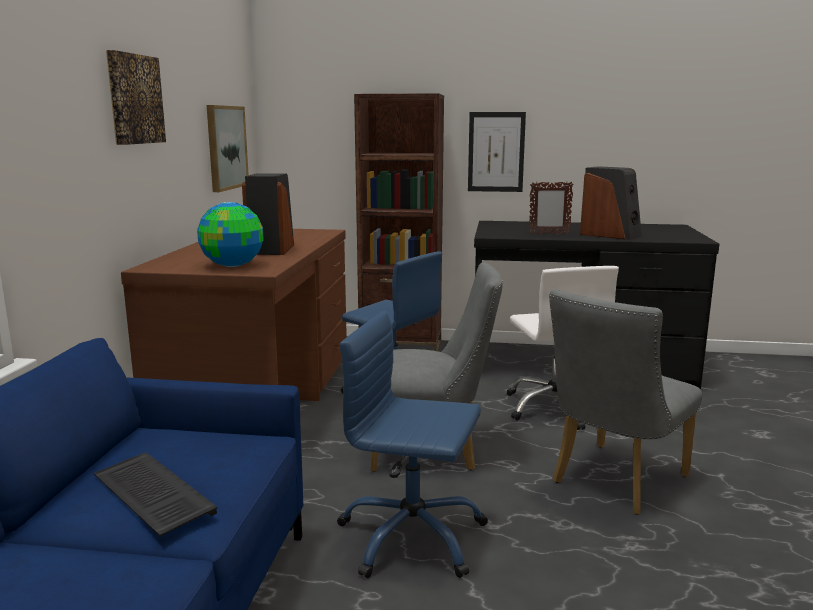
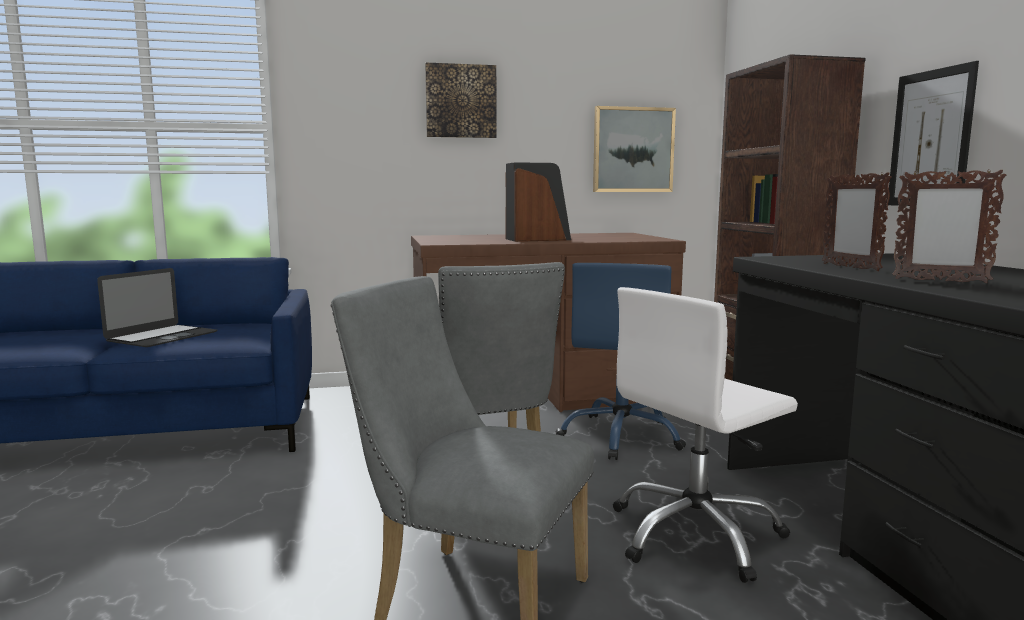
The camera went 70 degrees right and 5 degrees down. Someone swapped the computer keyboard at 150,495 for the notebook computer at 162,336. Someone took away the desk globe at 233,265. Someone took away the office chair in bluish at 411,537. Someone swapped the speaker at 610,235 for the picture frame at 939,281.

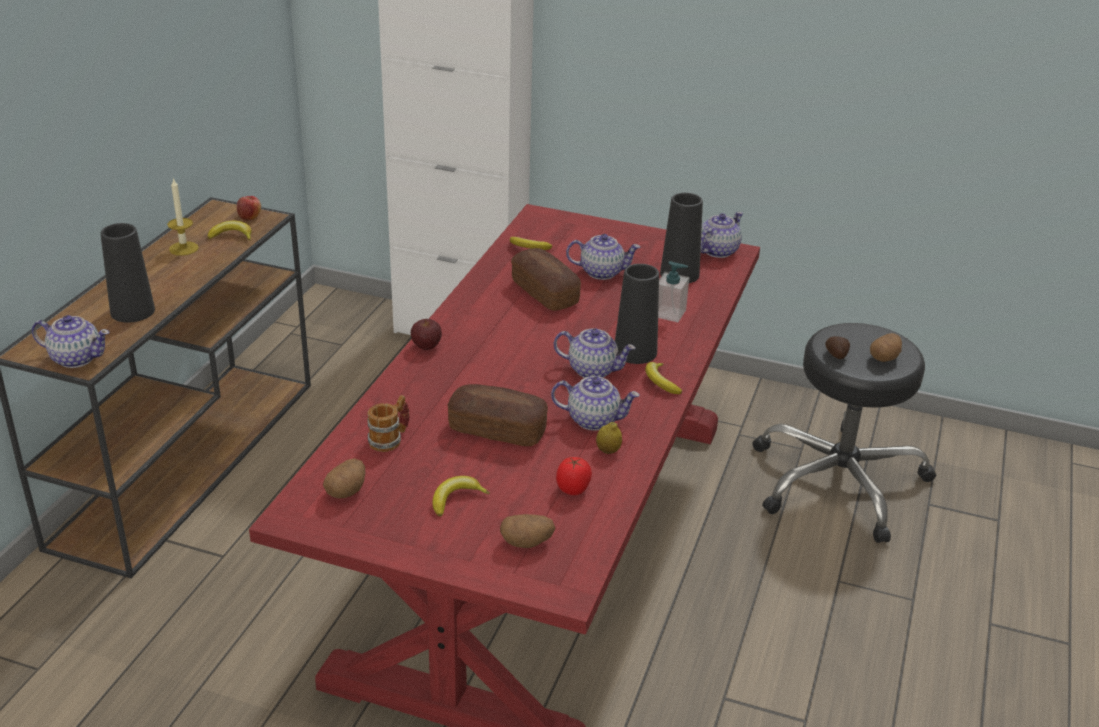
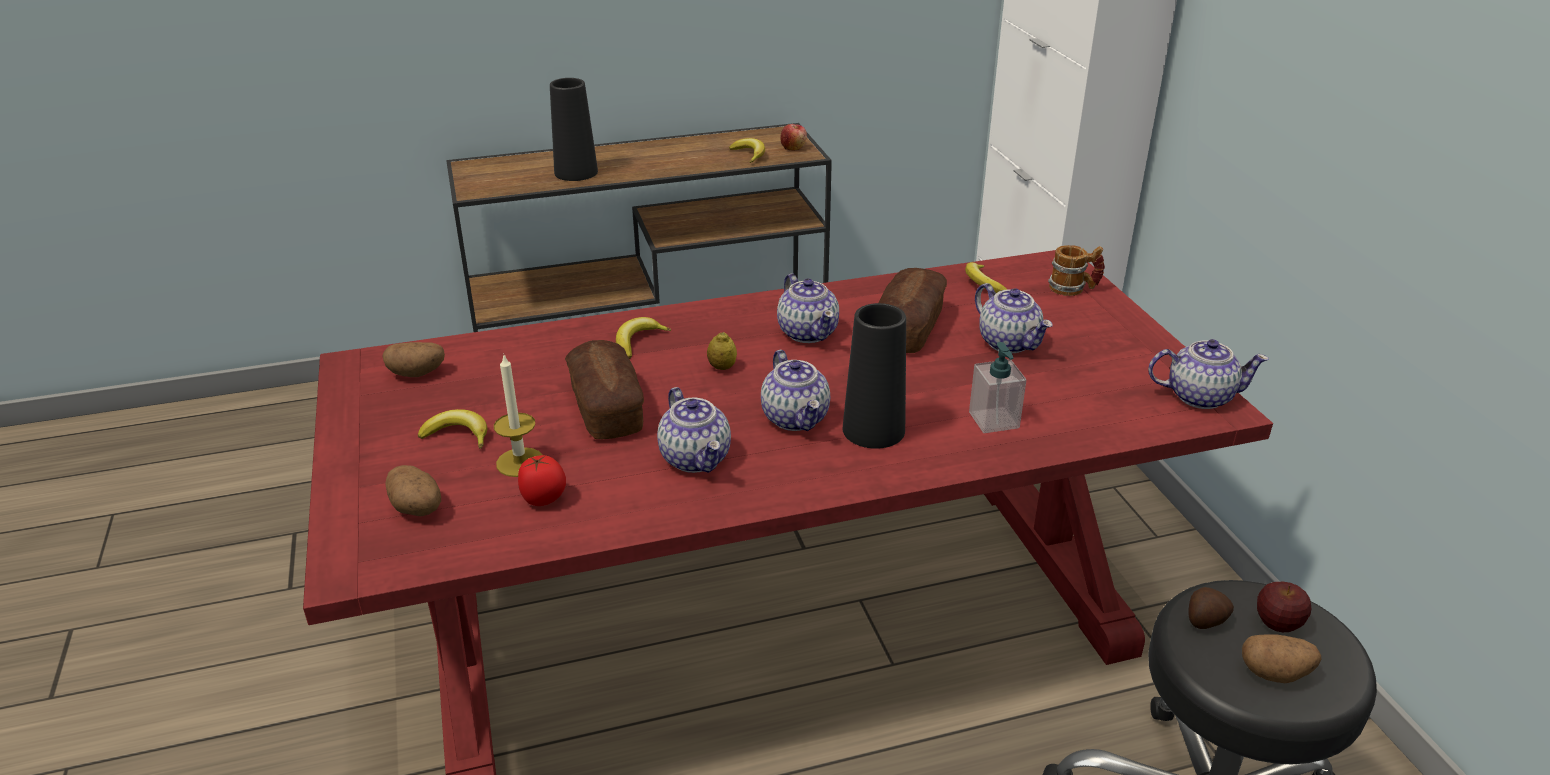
The camera went 55 degrees right and 0 degrees up. Someone carried the teapot from 76,358 to 808,332. Someone carried the candle from 183,248 to 520,462. Someone carried the coffee mug from 390,439 to 1074,289. Someone carried the apple from 426,346 to 1277,624. Someone carried the lemon from 608,451 to 722,367. Someone carried the banana from 660,382 to 638,342. Someone took away the flower vase in blackish at 679,274.

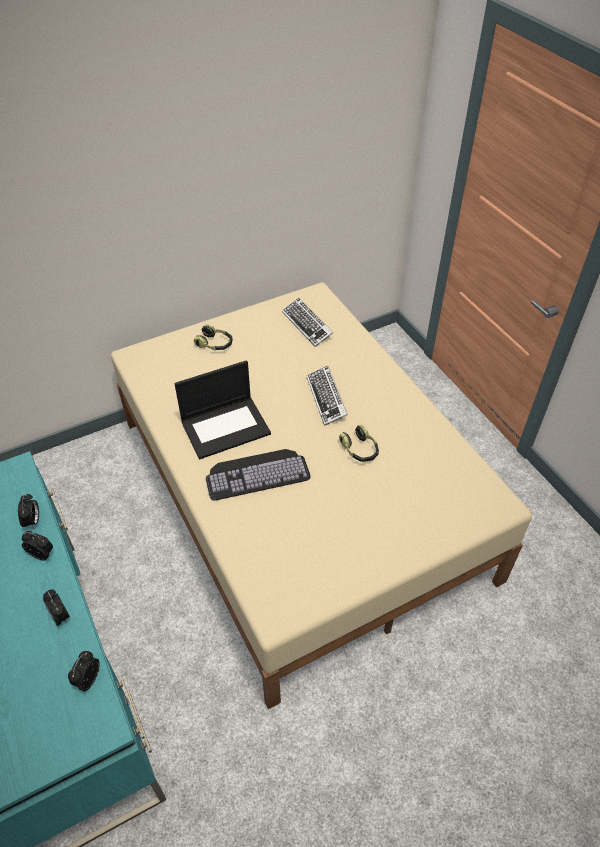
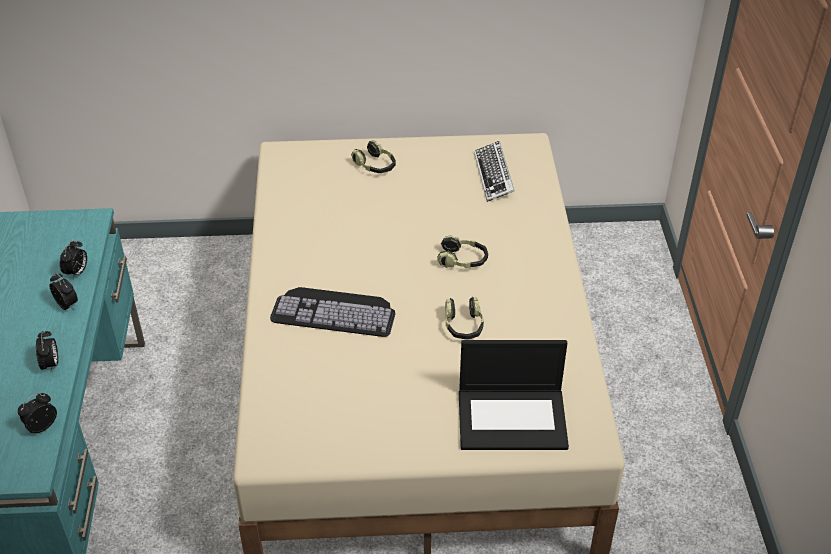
The camera went 25 degrees right and 5 degrees down. Someone carried the notebook computer from 226,426 to 513,418. Someone swapped the computer keyboard at 326,398 for the headset at 463,260.

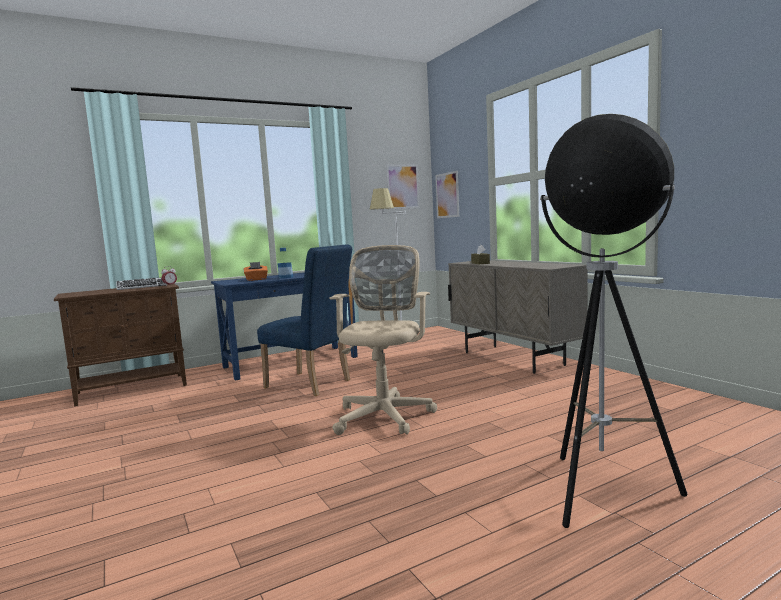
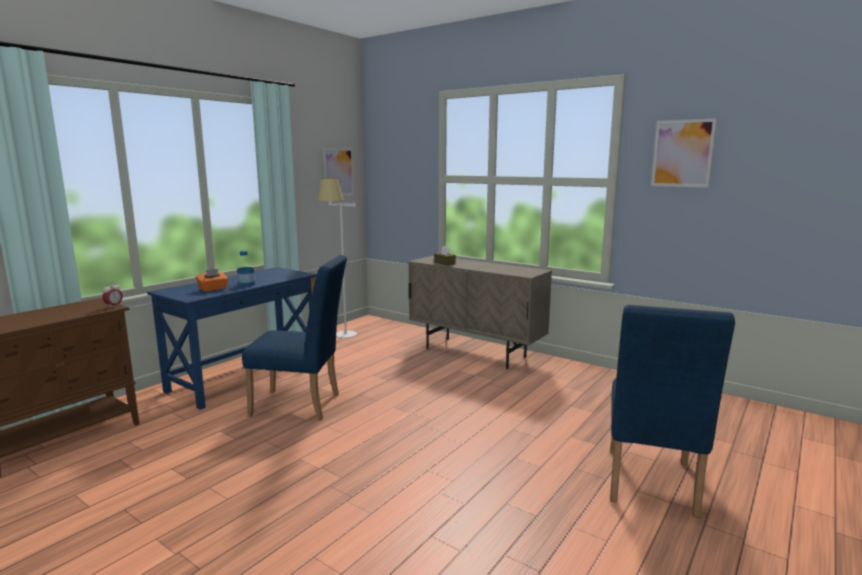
The camera went 25 degrees left and 5 degrees up. Someone took away the computer keyboard at 142,287. Someone took away the office chair in beige at 385,415. Someone carried the wall art from 447,195 to 682,153. Someone swapped the standing lamp at 600,493 for the plain chair in bluish at 650,486.

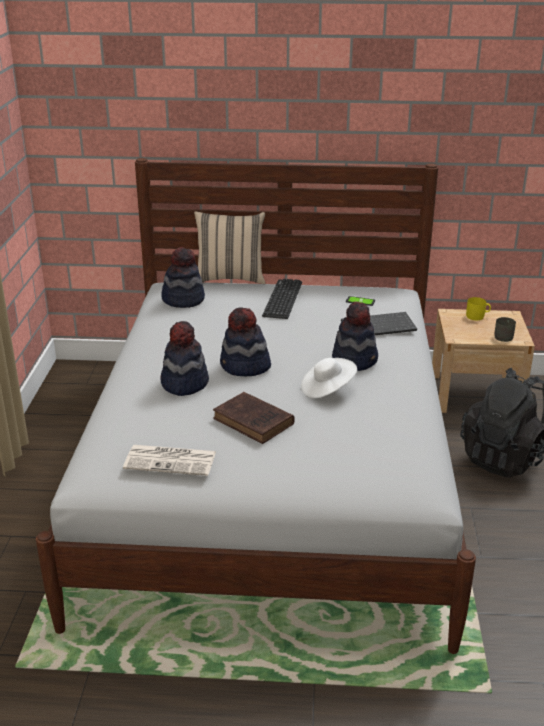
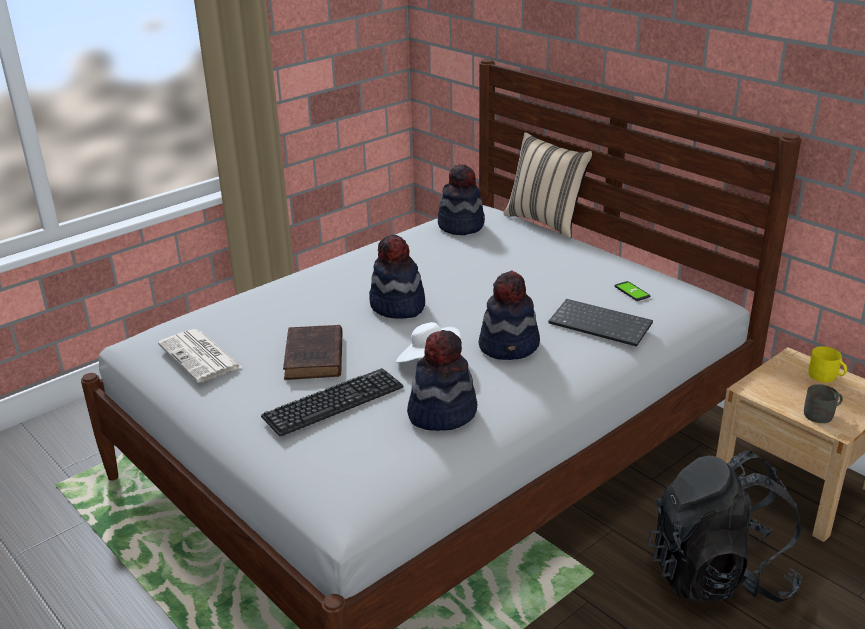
The camera went 45 degrees right and 0 degrees up. Someone carried the wearable hat from 184,383 to 441,412. Someone carried the computer keyboard from 282,299 to 333,402.

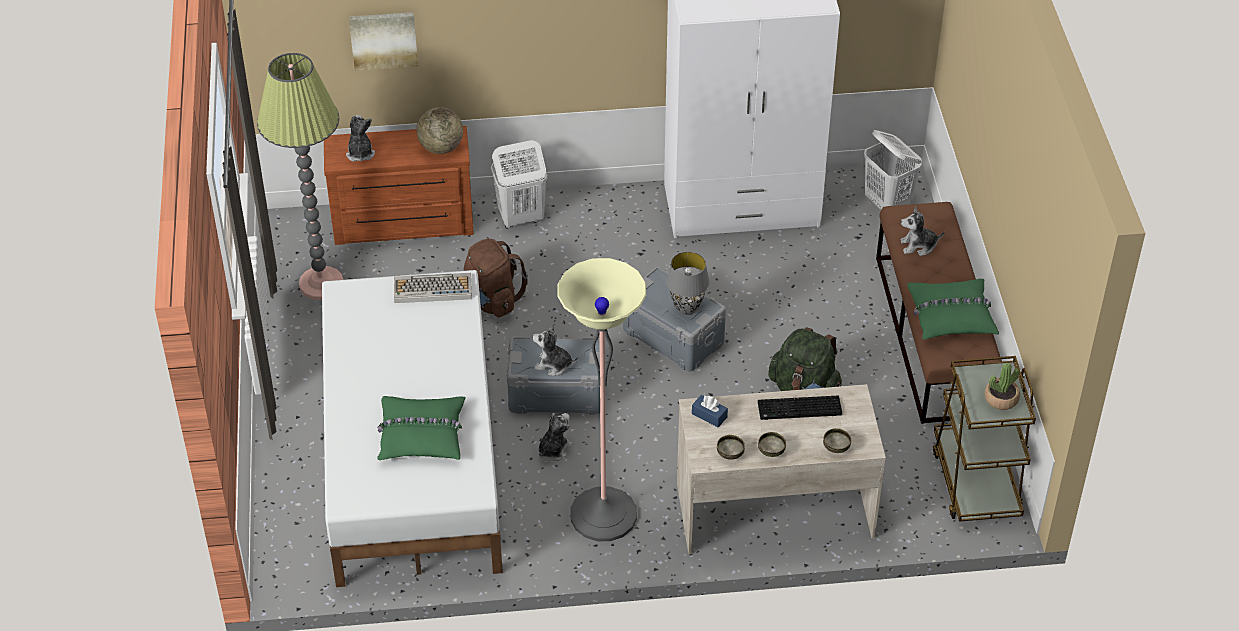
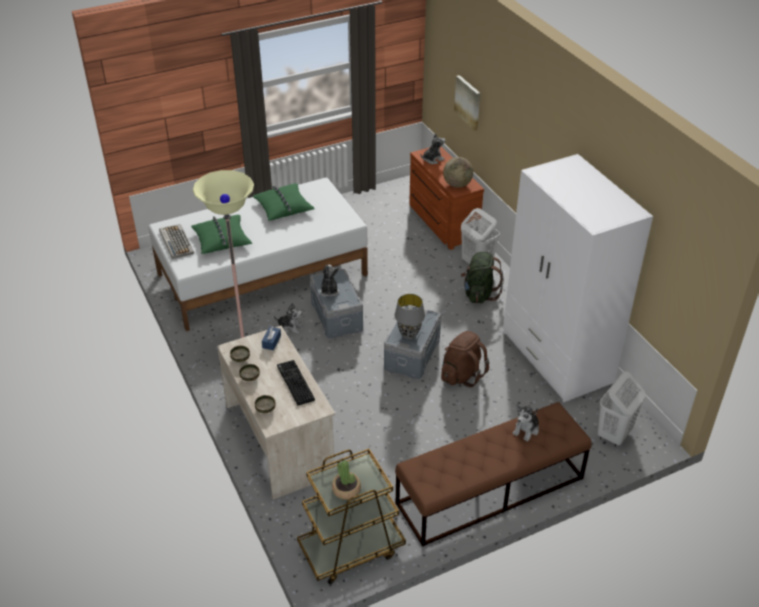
The camera went 70 degrees right and 5 degrees down. Someone took away the standing lamp at 321,284. Someone carried the computer keyboard from 432,289 to 176,242. Someone carried the knapsack in brownish from 492,300 to 462,375. Someone carried the knapsack in green from 805,389 to 479,294. Someone rotated the soft toy at 918,246 by 120 degrees counterclockwise. Someone carried the throw pillow in green from 951,316 to 283,207.

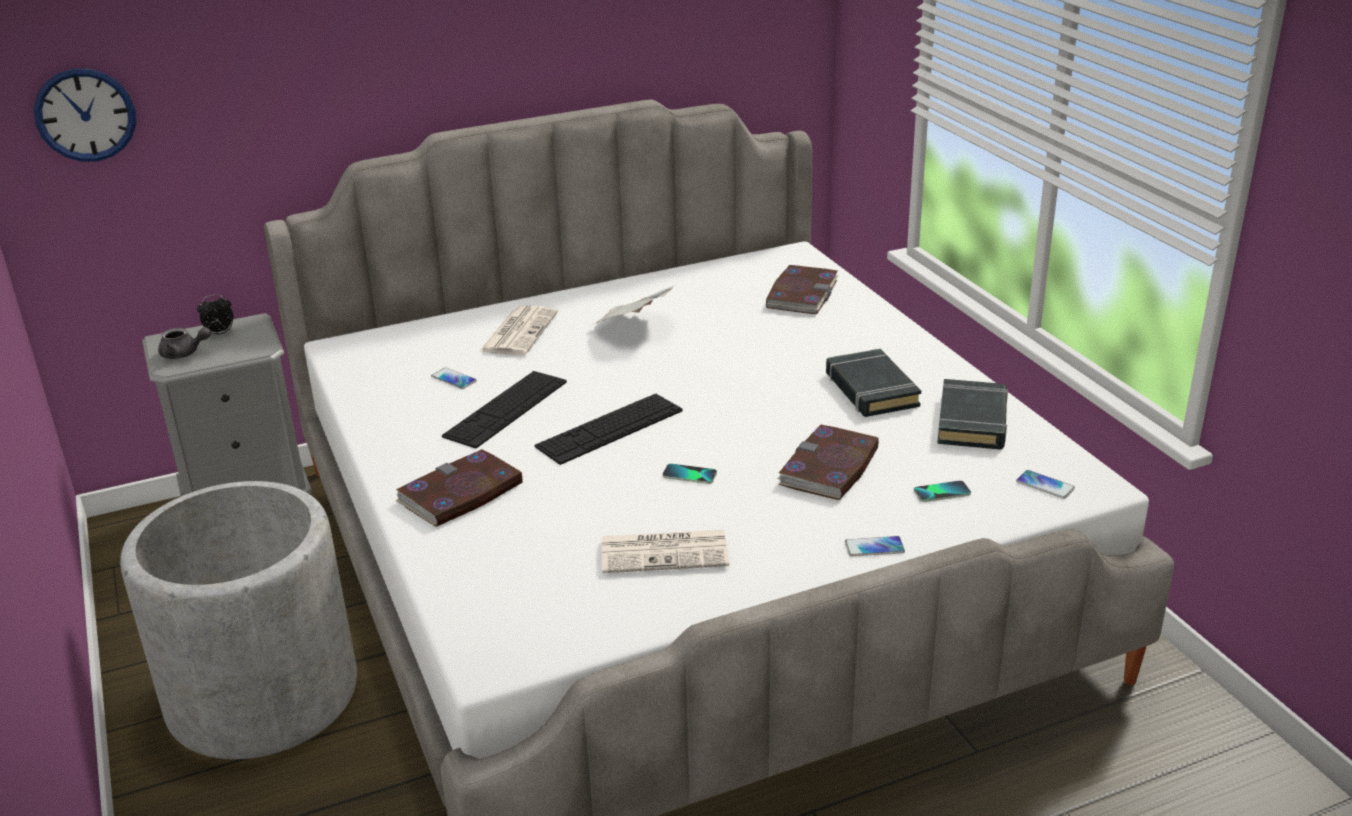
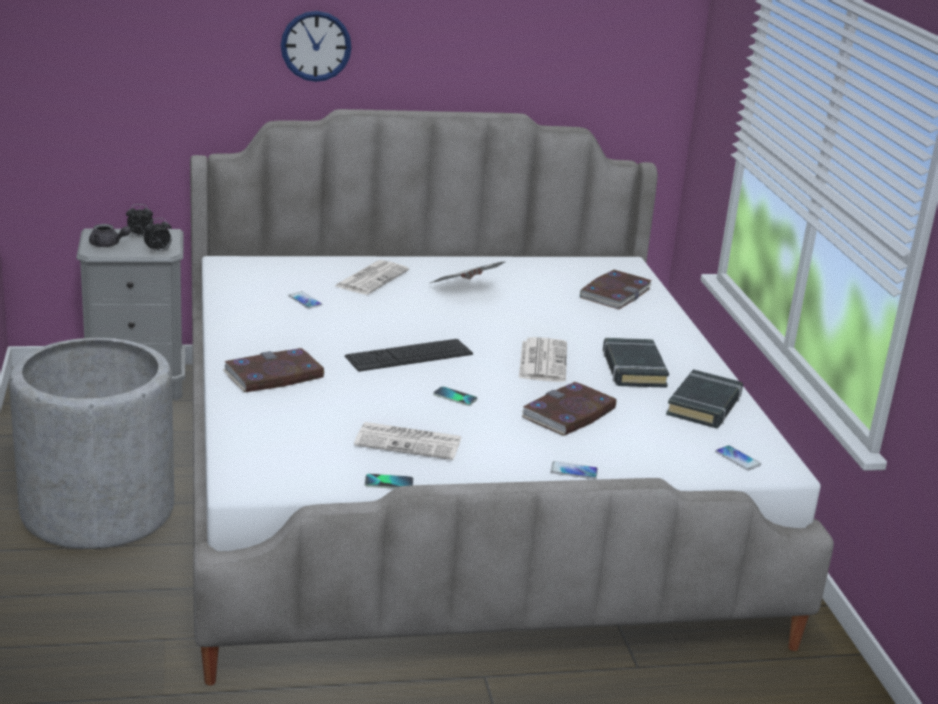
The camera went 10 degrees right and 5 degrees down. Someone carried the wall clock from 85,115 to 316,46. Someone took away the computer keyboard at 506,409. Someone carried the handset from 942,492 to 389,483. Someone put down the table clock at 158,251. Someone put down the daily paper at 542,360.

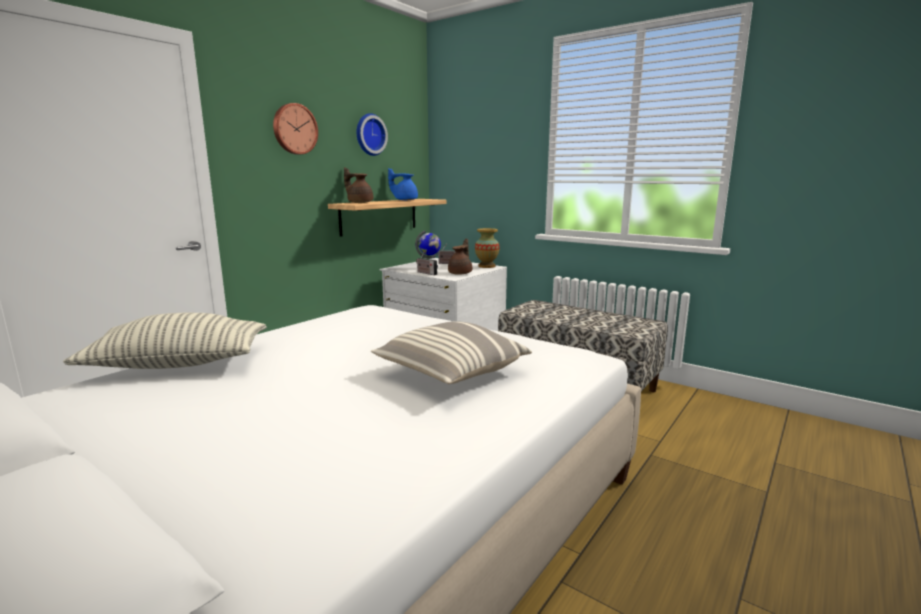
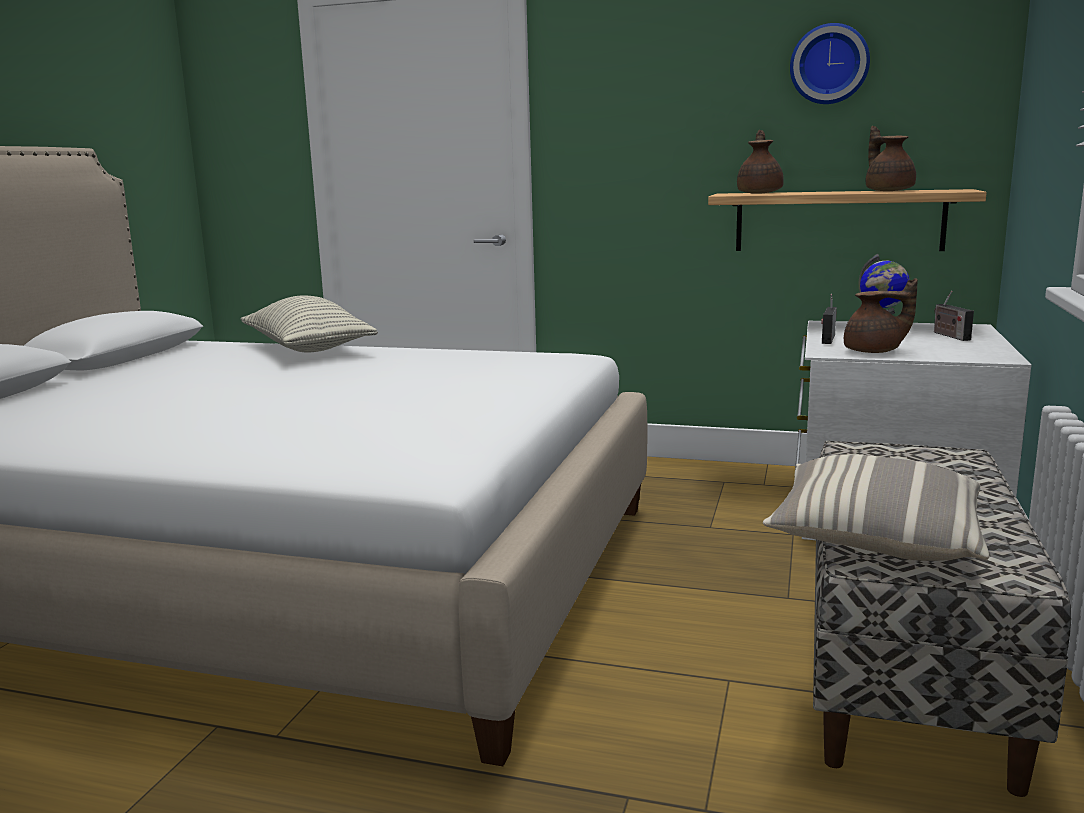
The camera went 70 degrees right and 0 degrees up. Someone took away the wall clock at 294,129. Someone carried the throw pillow from 451,372 to 875,540. Someone repainted the teapot in bluish at 405,200, which became the teapot in brownish at 888,191. Someone took away the flower vase at 487,266.

